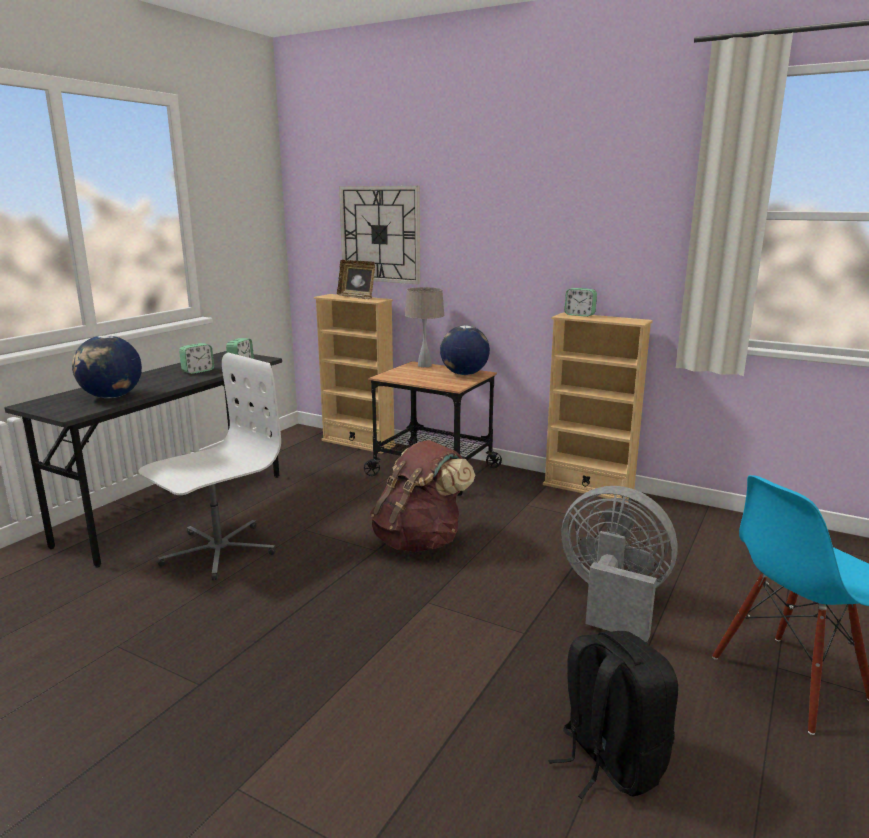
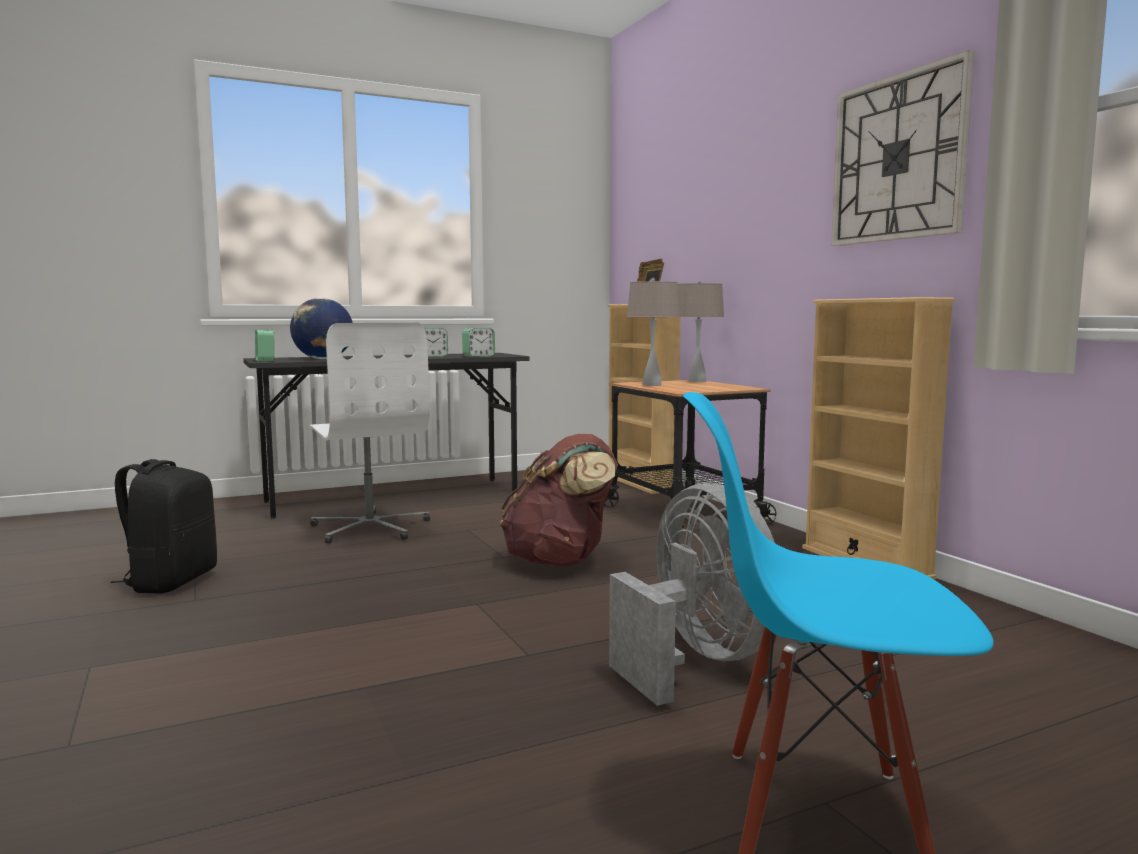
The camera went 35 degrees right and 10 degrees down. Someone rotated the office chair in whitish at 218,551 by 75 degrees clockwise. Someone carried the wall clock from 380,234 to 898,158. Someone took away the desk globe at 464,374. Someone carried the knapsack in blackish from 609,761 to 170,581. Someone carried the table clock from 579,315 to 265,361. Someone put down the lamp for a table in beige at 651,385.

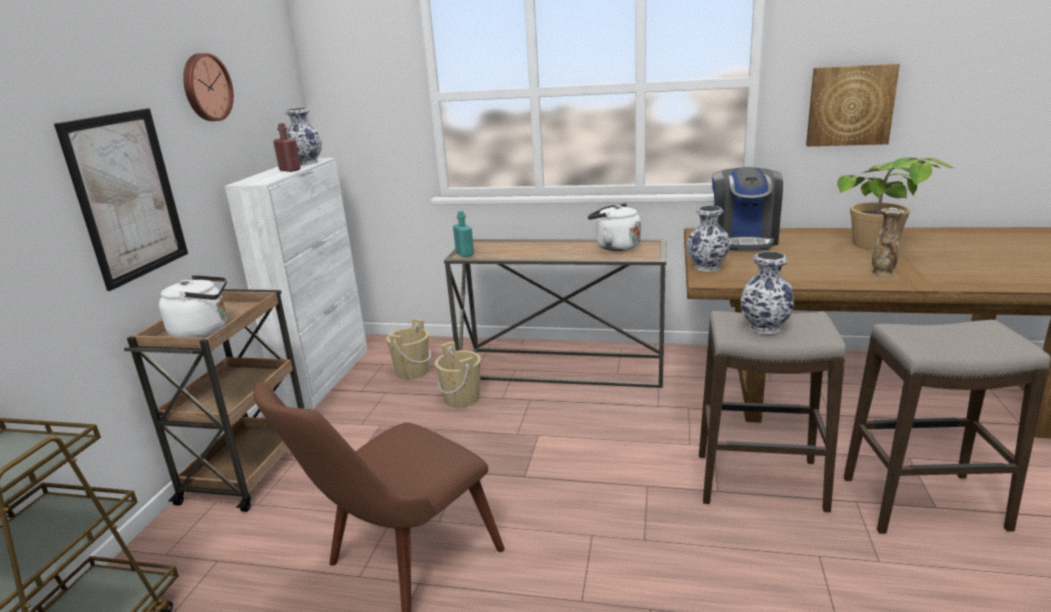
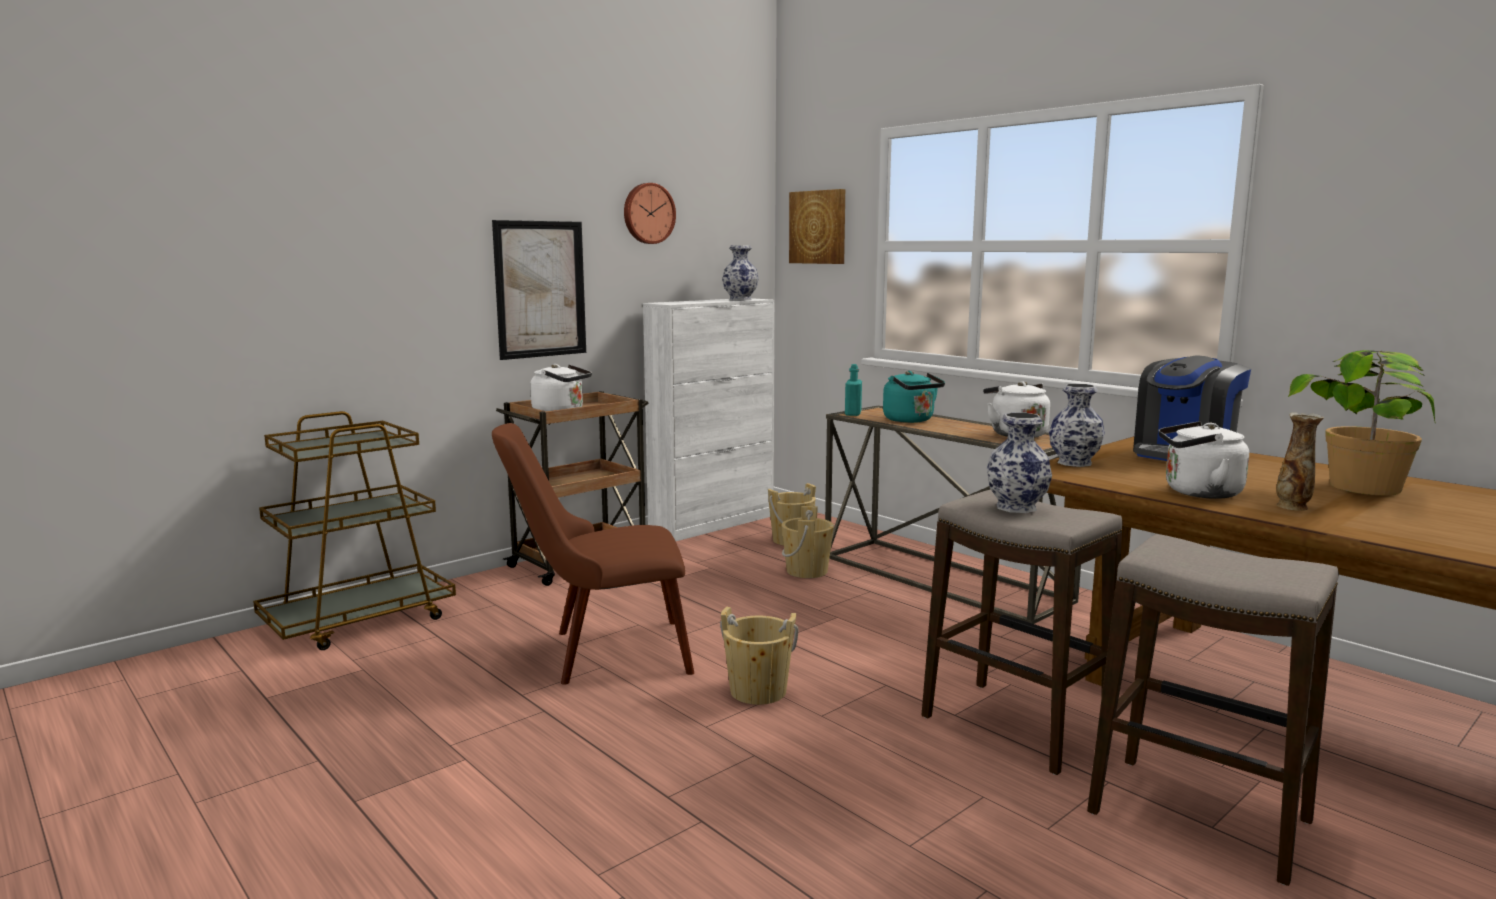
The camera went 35 degrees right and 10 degrees down. Someone took away the beverage bottle in reddish at 290,170. Someone carried the wall art from 850,105 to 818,227. Someone put down the bucket in beige at 758,691. Someone put down the water kettle in blue-green at 911,420. Someone put down the water kettle in whitish at 1198,493.

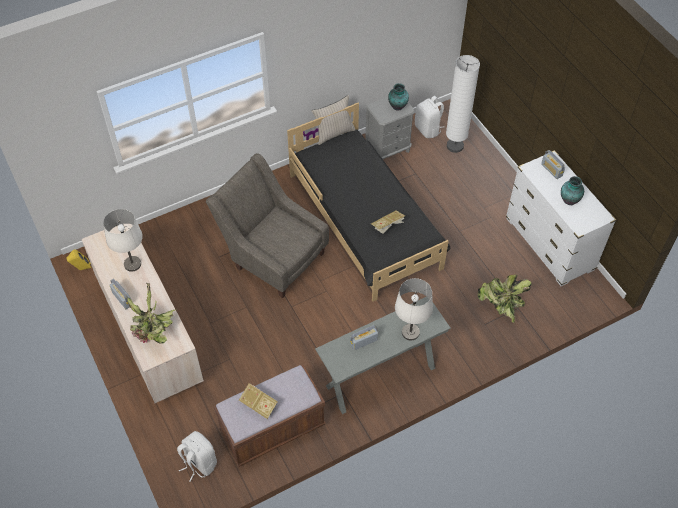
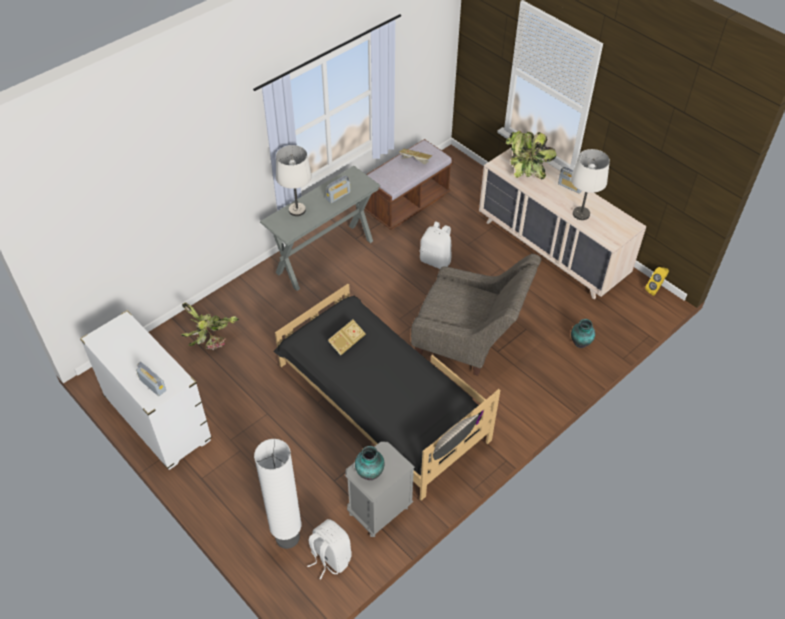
The camera went 165 degrees right and 5 degrees down. Someone carried the knapsack in whitish from 199,463 to 436,260. Someone carried the flower vase from 569,200 to 580,343.

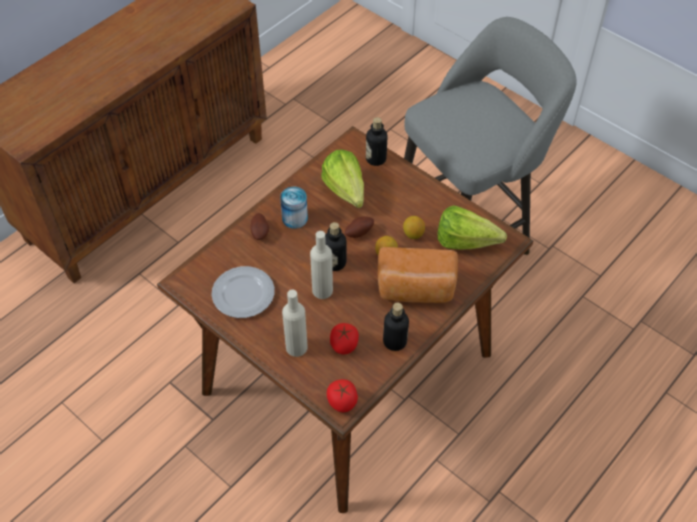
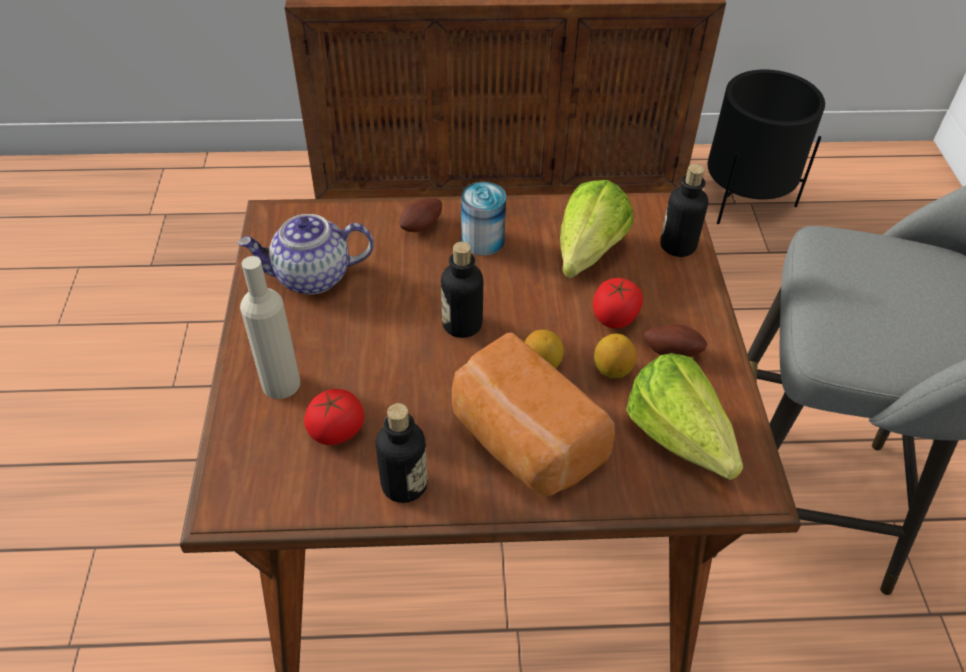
The camera went 45 degrees right and 5 degrees down. Someone swapped the dinner plate at 244,294 for the teapot at 312,277. Someone took away the beverage bottle in beige at 322,290. Someone carried the fresh tomato from 342,402 to 614,317. Someone carried the spud from 358,232 to 672,351. Someone put down the planter in blackish at 744,199.

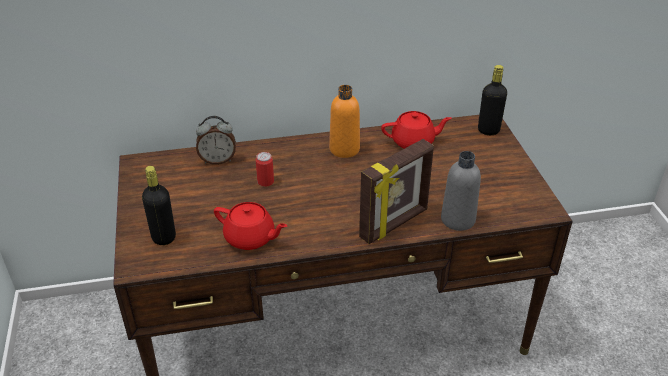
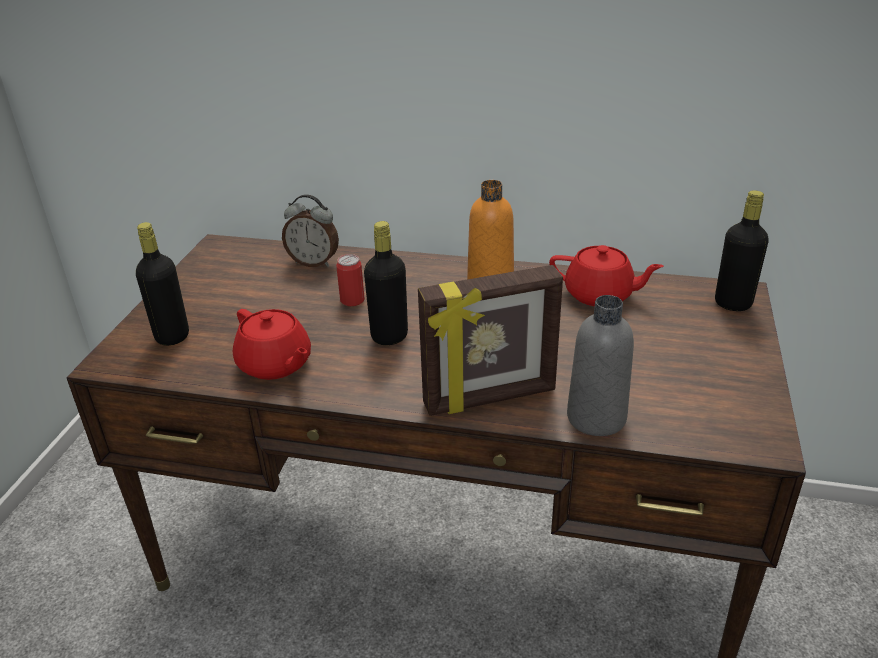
The camera went 25 degrees right and 5 degrees down. Someone put down the beverage bottle in blackish at 389,336.

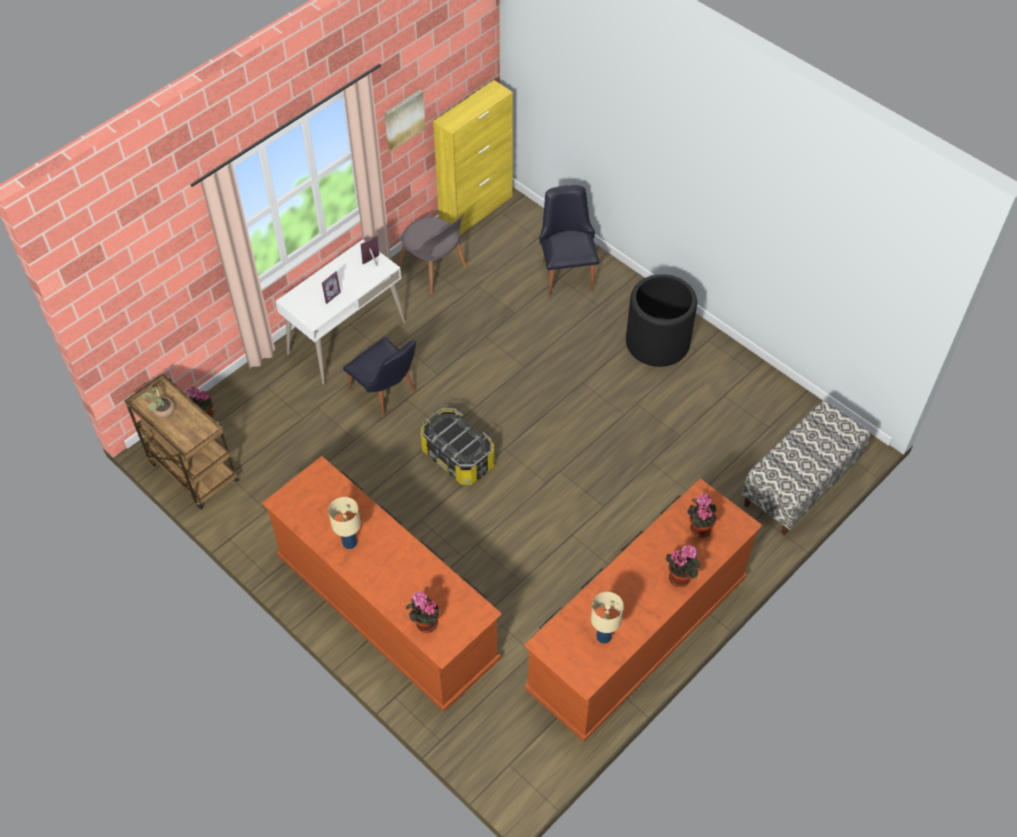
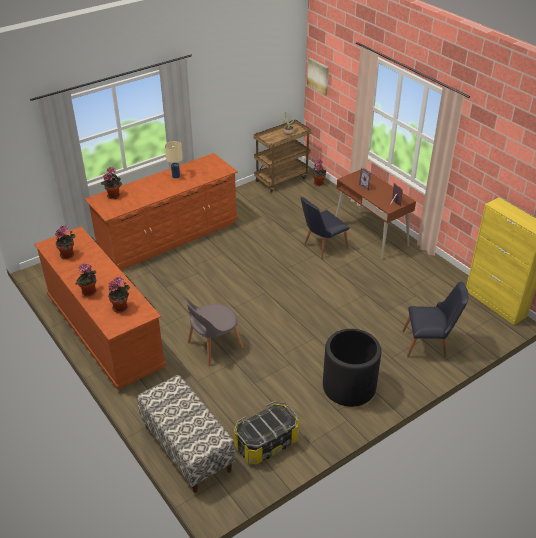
The camera went 100 degrees right and 15 degrees down. Someone repainted the desk in whitish at 346,338, which became the desk in brownish at 370,235. Someone carried the wall art from 403,119 to 318,76. Someone carried the plain chair in greyish from 434,269 to 213,346. Someone carried the storage bin from 457,457 to 266,442. Someone swapped the lamp for a table in beige at 603,636 for the plant in a pot at 68,255.

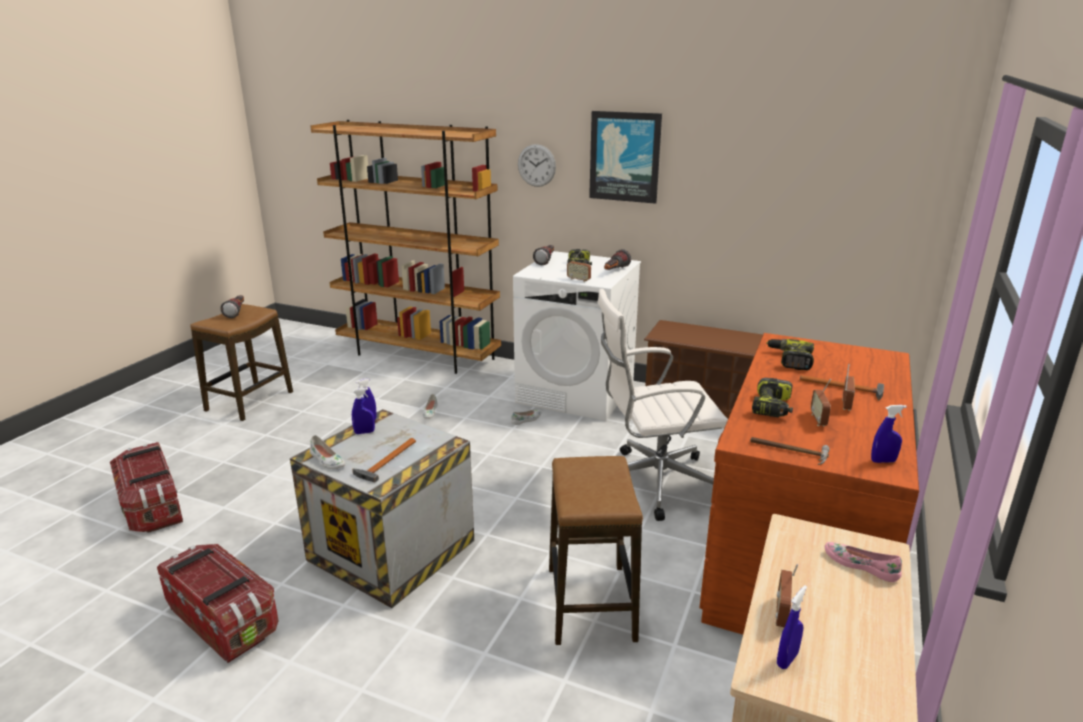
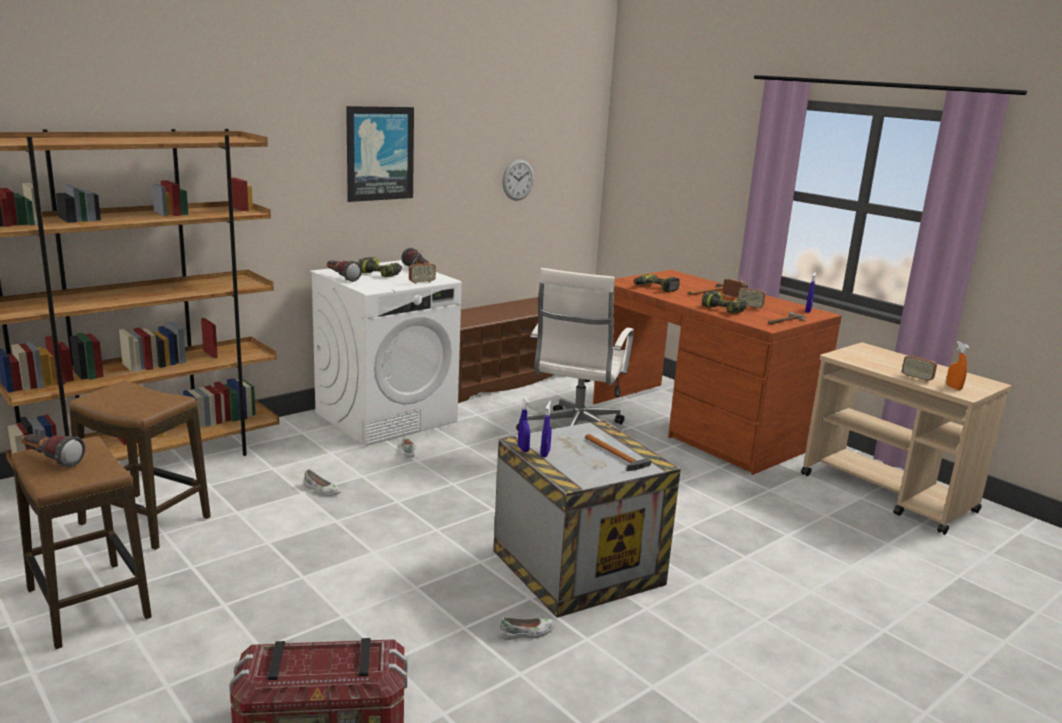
The camera went 65 degrees left and 5 degrees down. Someone took away the storage bin at 223,619. Someone carried the shoe in whitish from 327,461 to 527,633. Someone carried the wall clock from 536,165 to 518,180. Someone carried the stool seat from 591,604 to 146,521. Someone repainted the spray bottle in bluish at 787,659, which became the spray bottle in orange at 953,387. Someone took away the shoe in pinkish at 861,565.

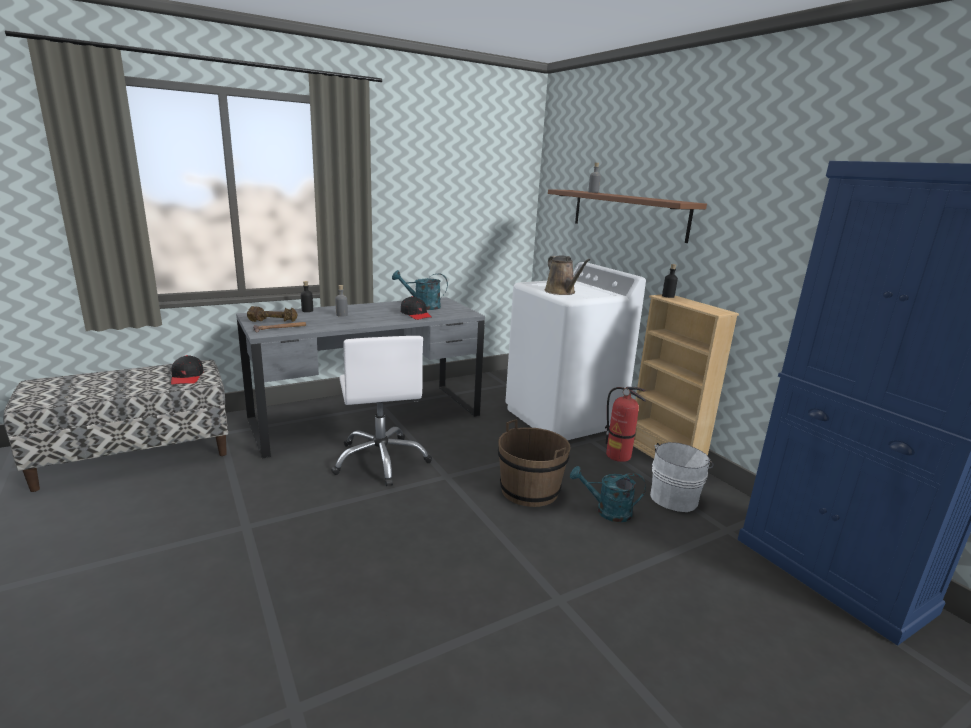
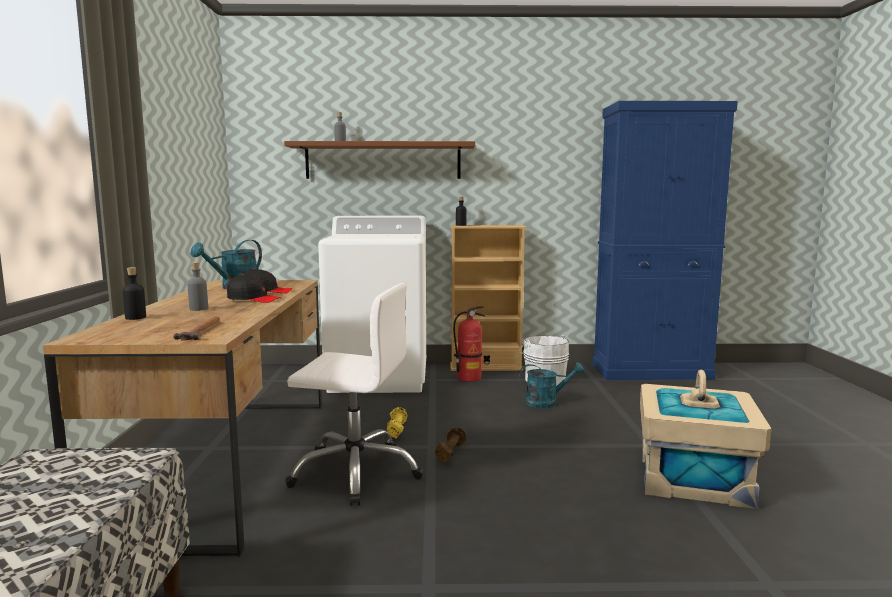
The camera went 60 degrees left and 10 degrees down. Someone carried the baseball cap in blackish from 187,377 to 254,299. Someone repainted the desk in greyish at 367,417, which became the desk in brownish at 229,462. Someone carried the dumbbell in brownish from 273,321 to 450,452. Someone took away the bucket in brownish at 529,490. Someone took away the watering pot in brownish at 561,292. Someone rotated the watering pot in blue-green at 607,511 by 135 degrees counterclockwise. Someone put down the dumbbell in yellow-coloured at 396,430. Someone put down the storage bin in beige at 694,478.

